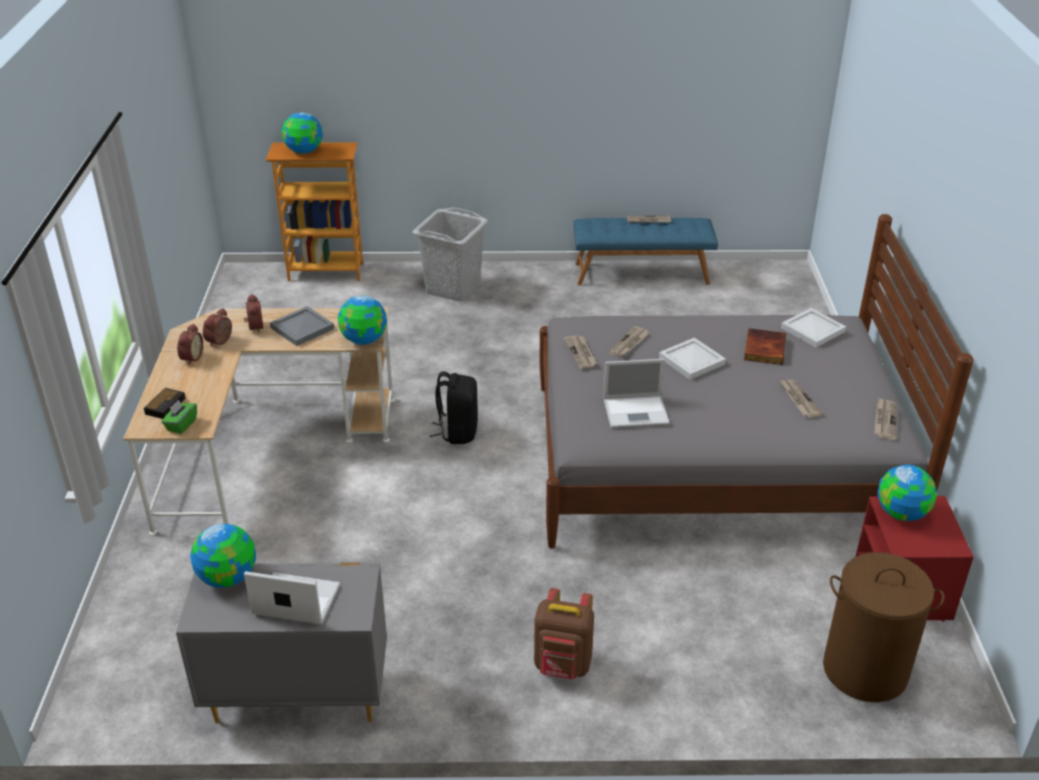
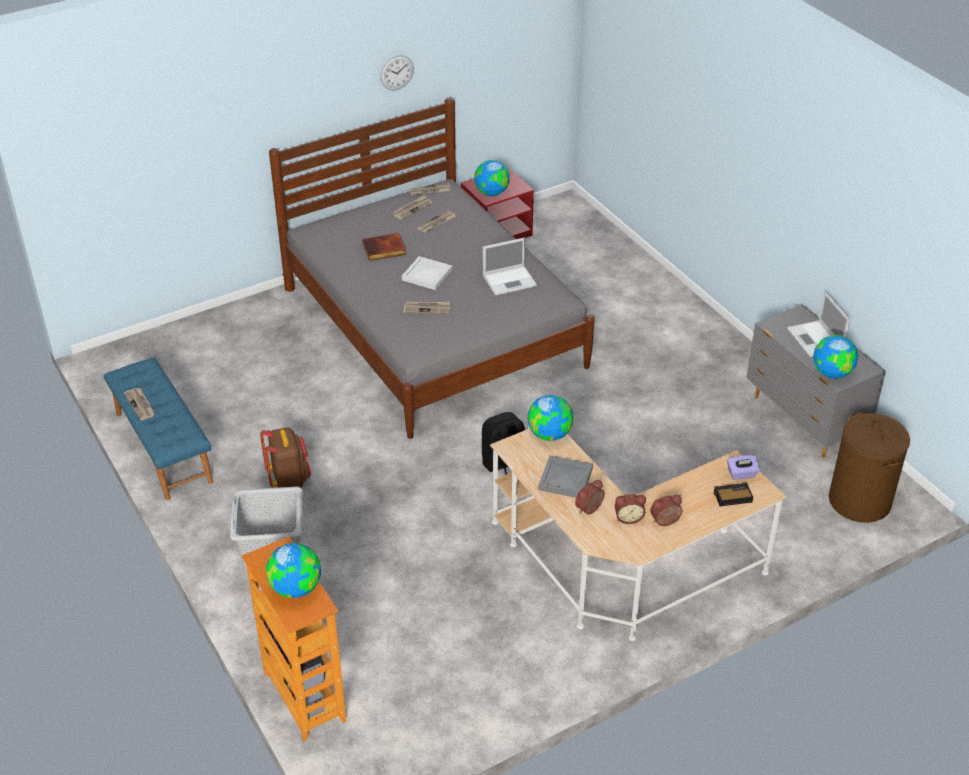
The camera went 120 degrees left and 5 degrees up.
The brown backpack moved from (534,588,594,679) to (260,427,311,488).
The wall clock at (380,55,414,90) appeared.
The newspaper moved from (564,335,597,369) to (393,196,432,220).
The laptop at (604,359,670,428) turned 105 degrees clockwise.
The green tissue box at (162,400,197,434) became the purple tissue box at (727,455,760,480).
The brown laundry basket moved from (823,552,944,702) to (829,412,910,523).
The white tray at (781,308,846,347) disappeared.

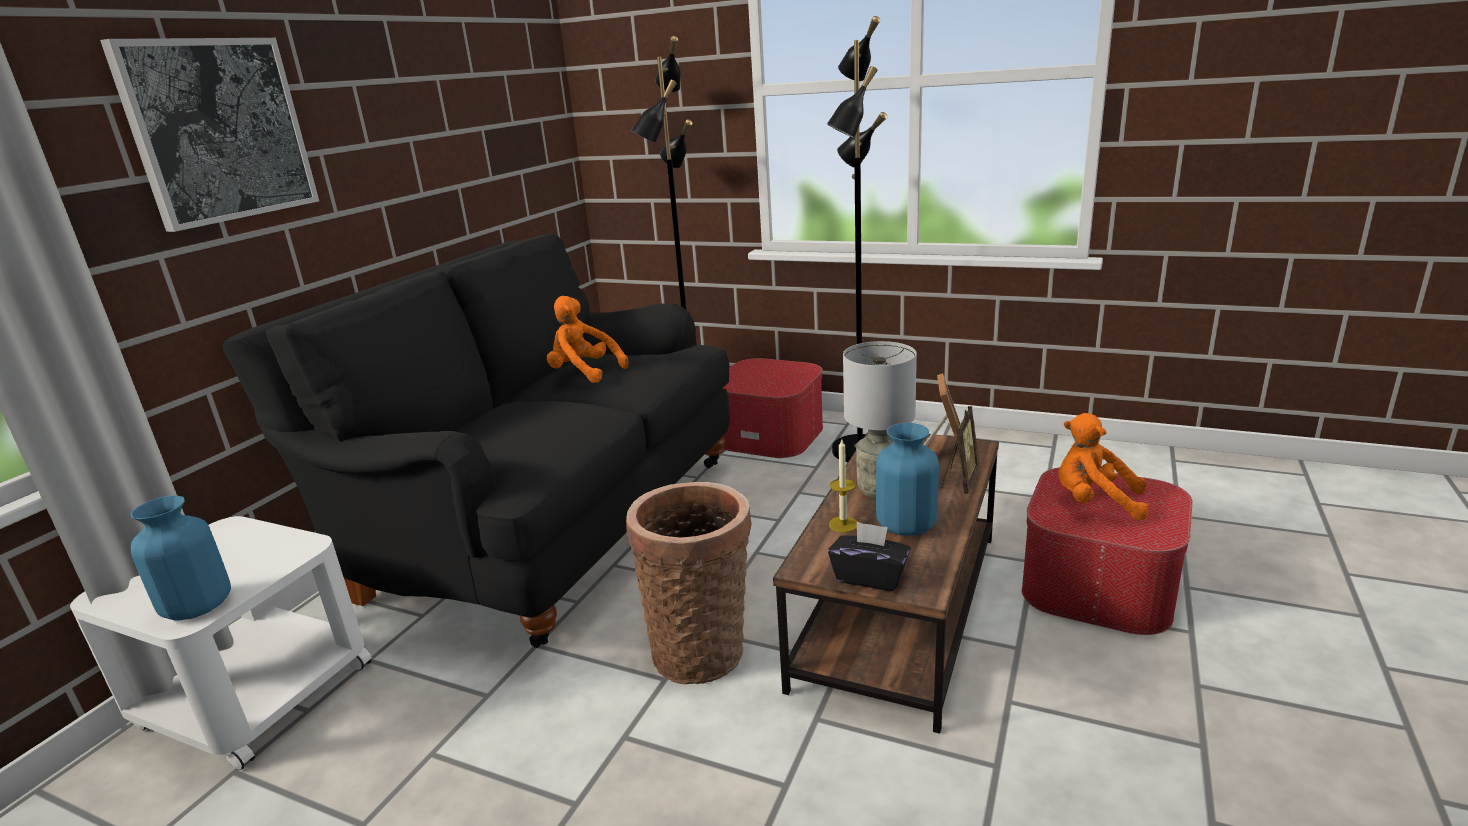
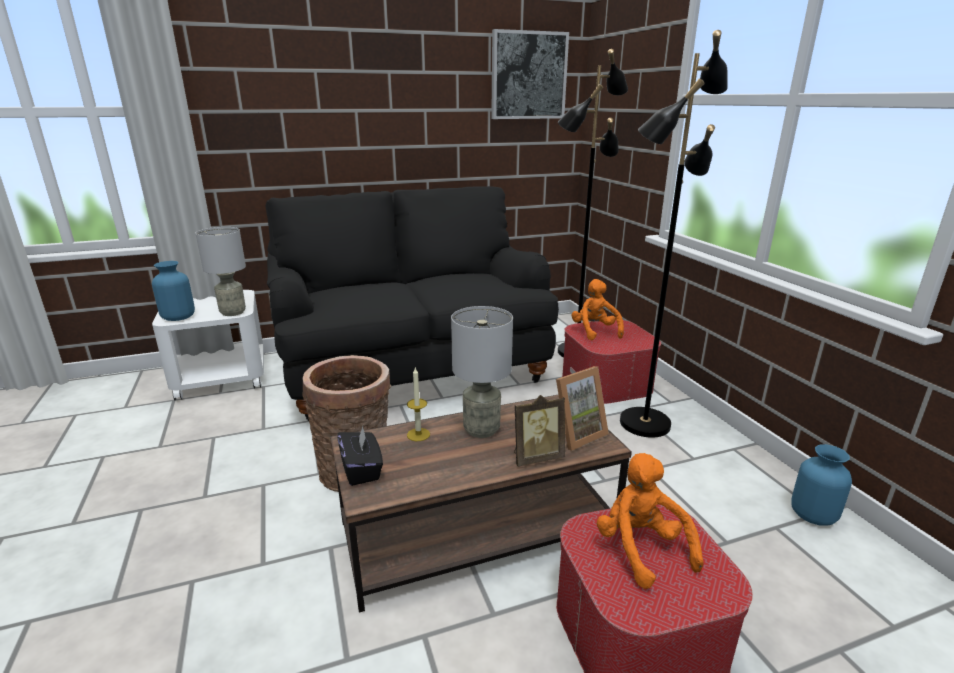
The camera went 45 degrees right and 0 degrees up.
The grey table lamp at (195,227,246,316) appeared.
The picture moved from (100,38,319,232) to (491,29,569,119).
The orange plush toy moved from (547,296,628,383) to (571,279,624,341).
The blue vase moved from (876,423,939,536) to (791,444,852,526).

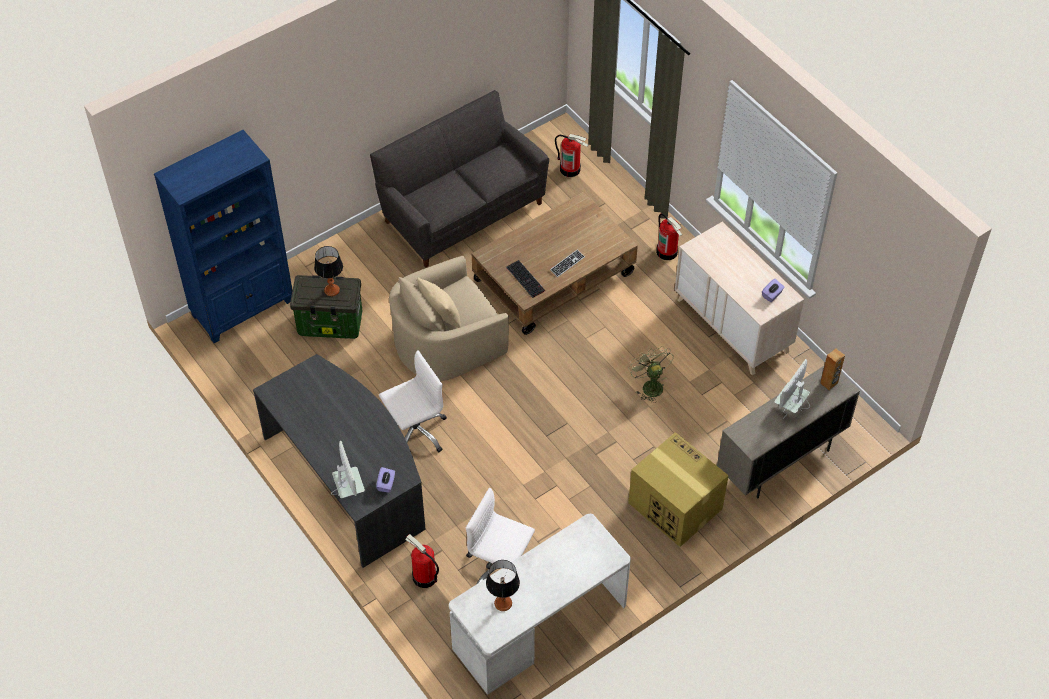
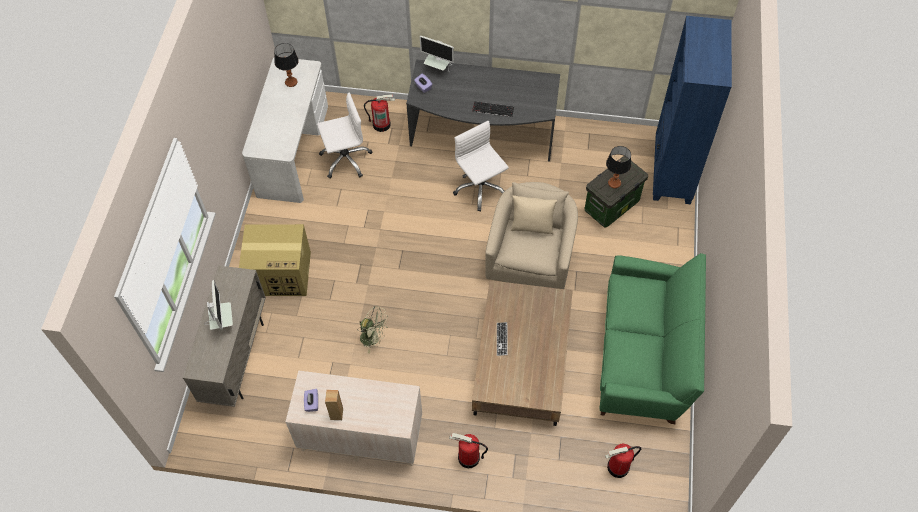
The camera went 135 degrees right and 5 degrees up.
The brown speaker moved from (820,348,845,390) to (325,390,343,420).
The white office chair at (379,350,447,453) turned 135 degrees clockwise.
The keyboard moved from (506,260,545,298) to (472,101,514,117).
The grey sofa at (370,90,549,267) became the green sofa at (600,253,706,424).

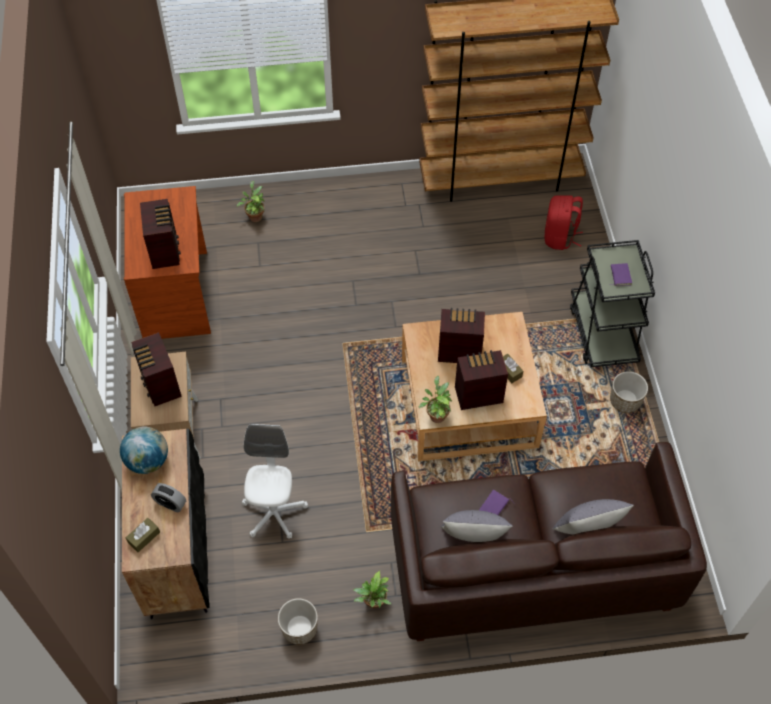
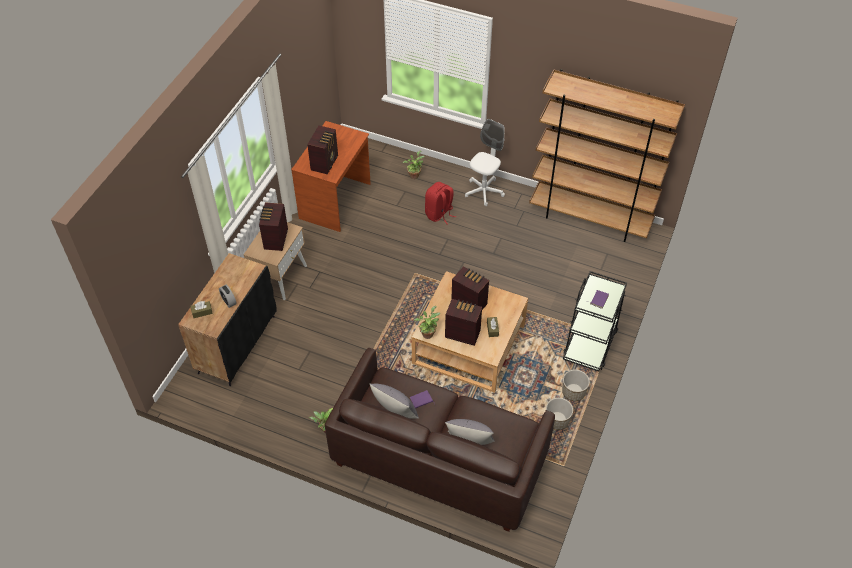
The camera went 30 degrees right and 5 degrees down.
The red backpack moved from (544,196,583,250) to (425,182,456,225).
The white office chair moved from (242,424,308,538) to (465,119,505,207).
The planter moved from (278,598,318,645) to (546,398,573,430).
The globe at (120,427,168,474) disappeared.

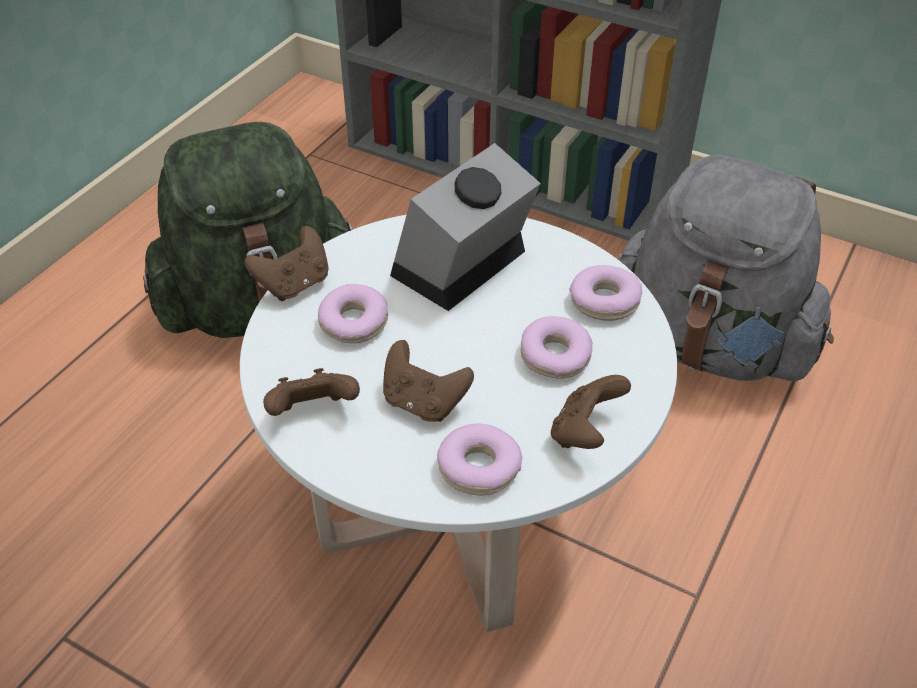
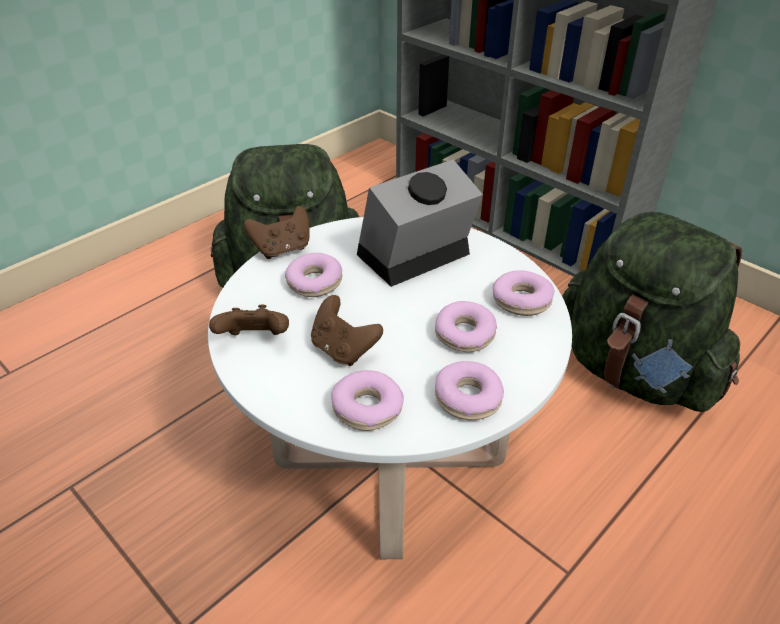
The camera went 15 degrees right and 5 degrees down.
The brown game controller at (551,375,631,449) was replaced by the donut at (435,361,504,420).
The grey backpack at (618,155,834,381) became the green backpack at (562,212,742,412).

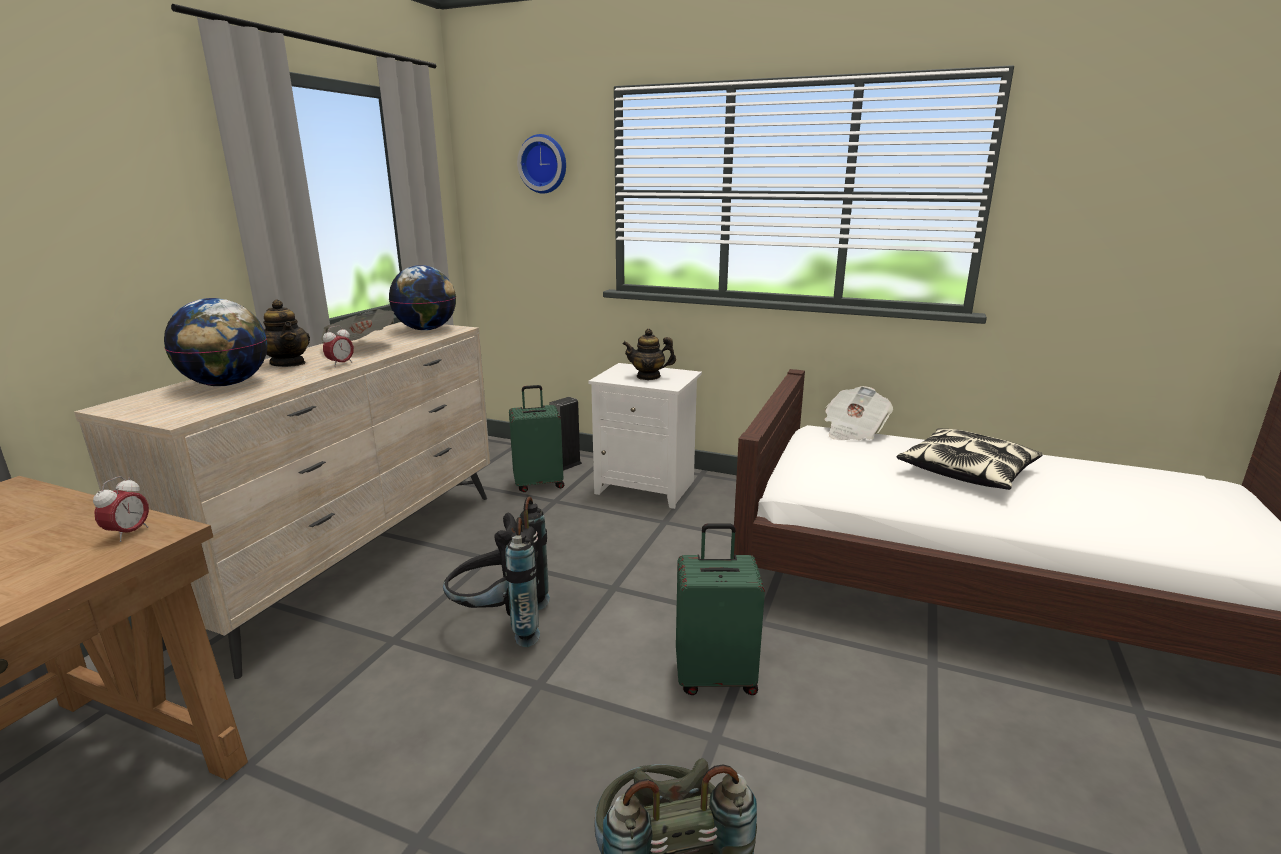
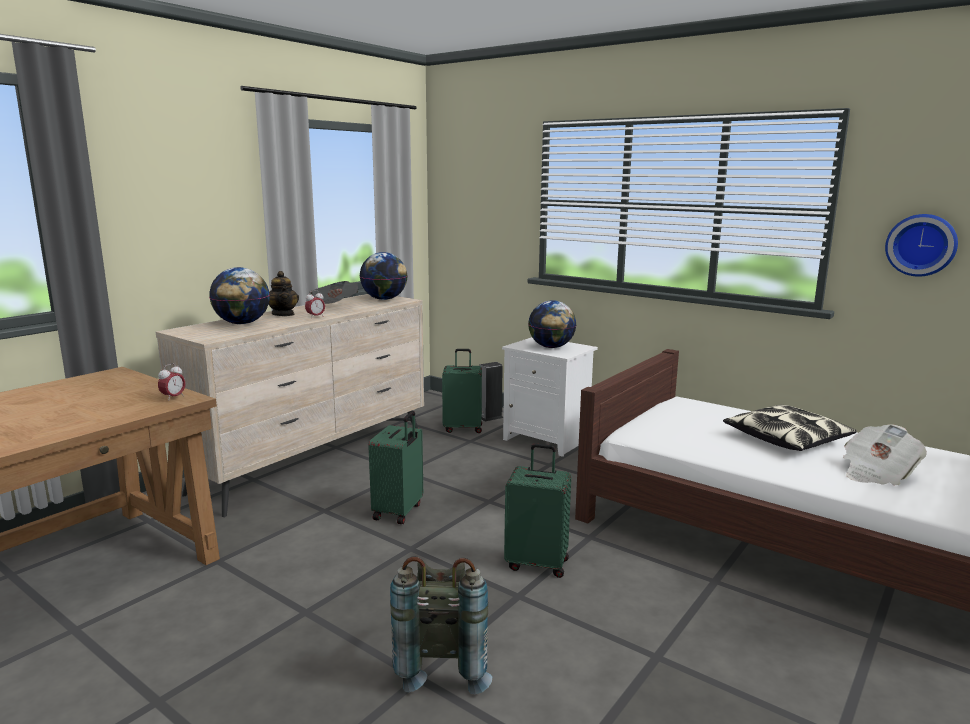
The camera went 15 degrees right and 5 degrees down.
The black backpack at (443,496,550,647) was replaced by the green suitcase at (368,411,423,524).
The teapot at (623,329,676,380) was replaced by the globe at (528,300,576,348).
The newspaper moved from (825,386,893,440) to (843,424,927,485).
The wall clock moved from (517,134,566,193) to (885,214,958,277).

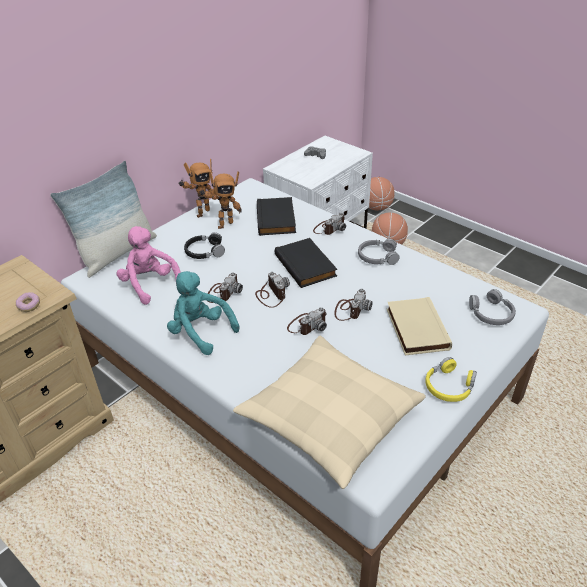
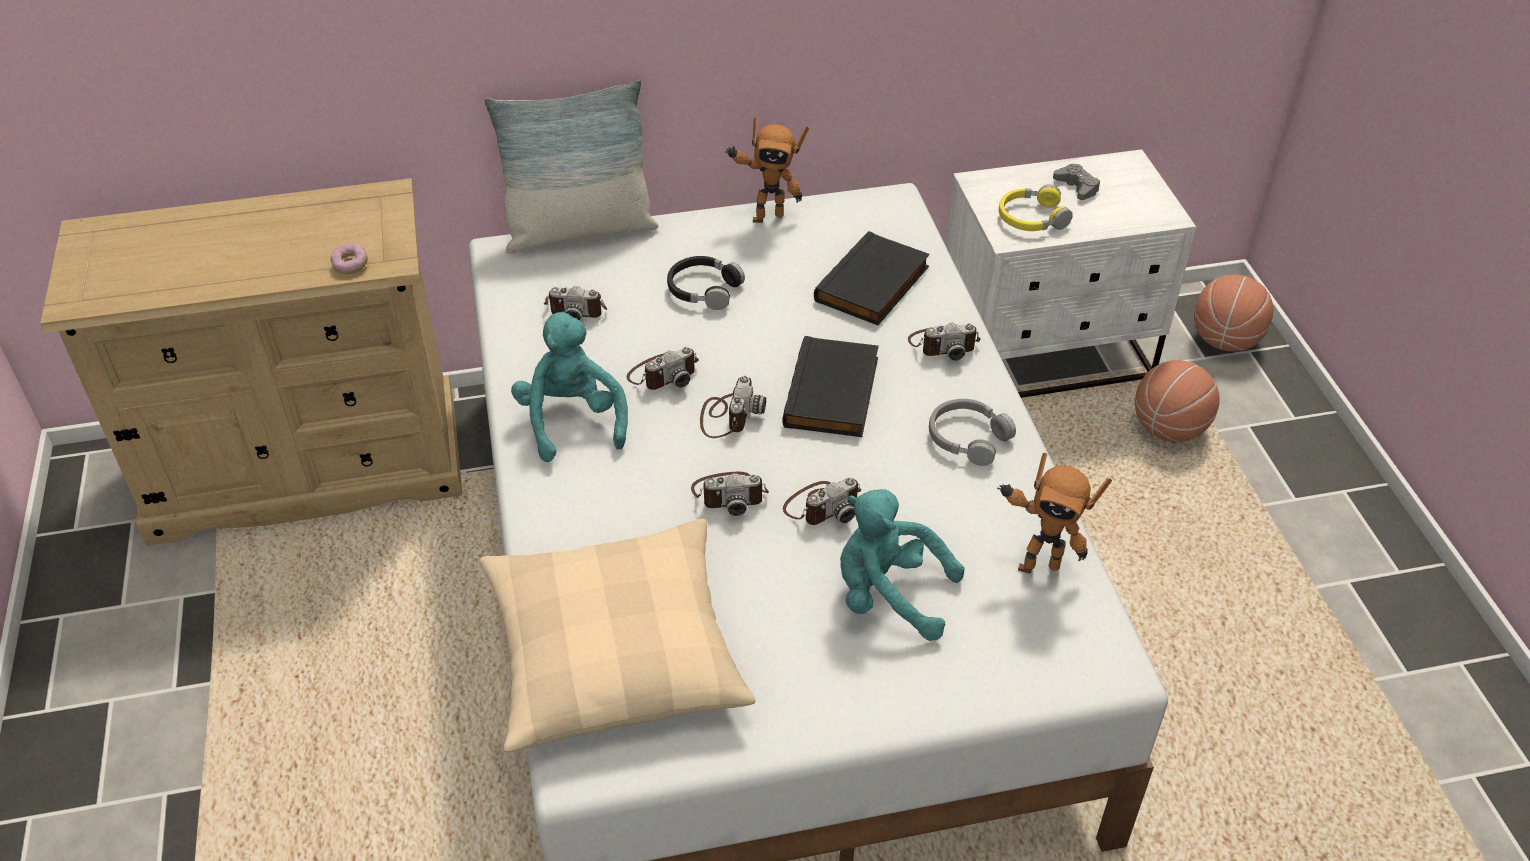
The camera went 35 degrees right and 5 degrees up.
The pink plush toy at (117,226,181,305) was replaced by the photo camera at (544,286,607,321).
The beige book at (387,297,452,355) was replaced by the turquoise plush toy at (840,489,964,641).
The toy robot moved from (199,171,242,229) to (997,453,1112,573).
The yellow headphones moved from (425,357,477,402) to (999,185,1073,231).
The grey headphones at (469,289,516,325) disappeared.

